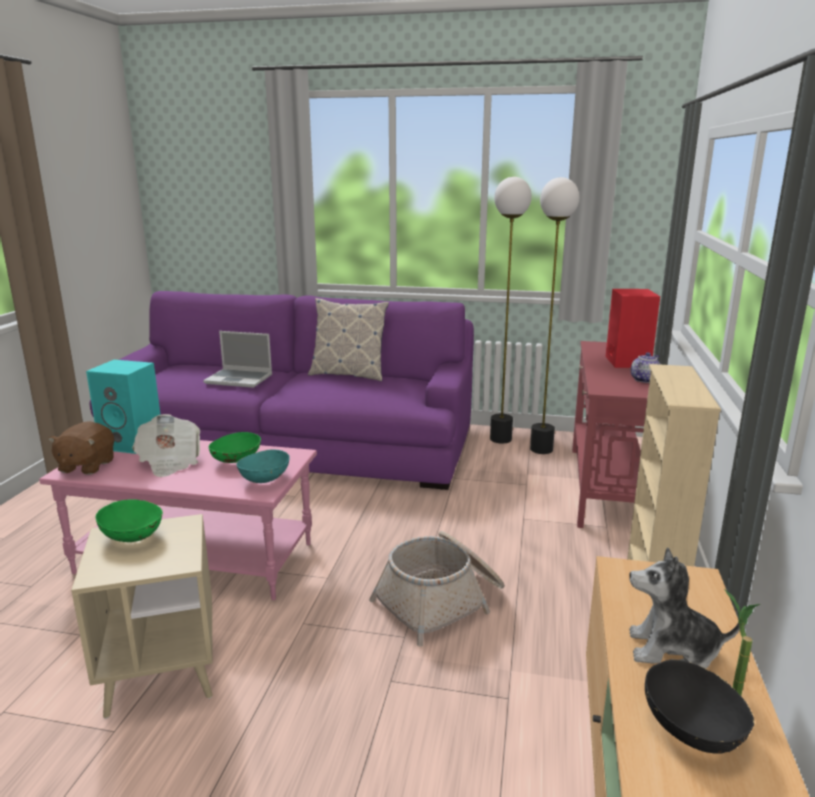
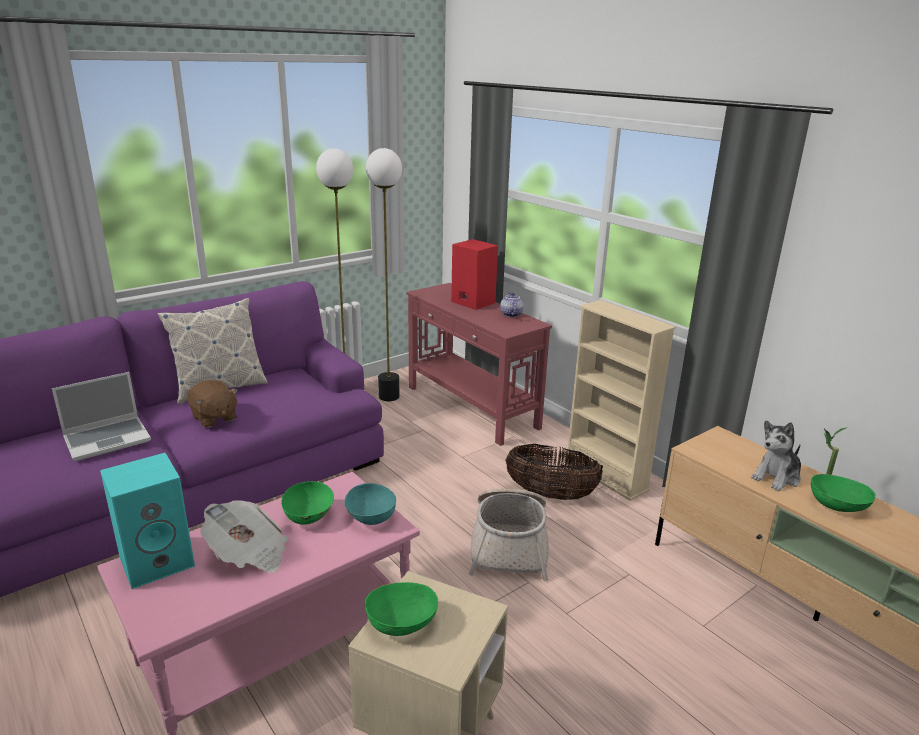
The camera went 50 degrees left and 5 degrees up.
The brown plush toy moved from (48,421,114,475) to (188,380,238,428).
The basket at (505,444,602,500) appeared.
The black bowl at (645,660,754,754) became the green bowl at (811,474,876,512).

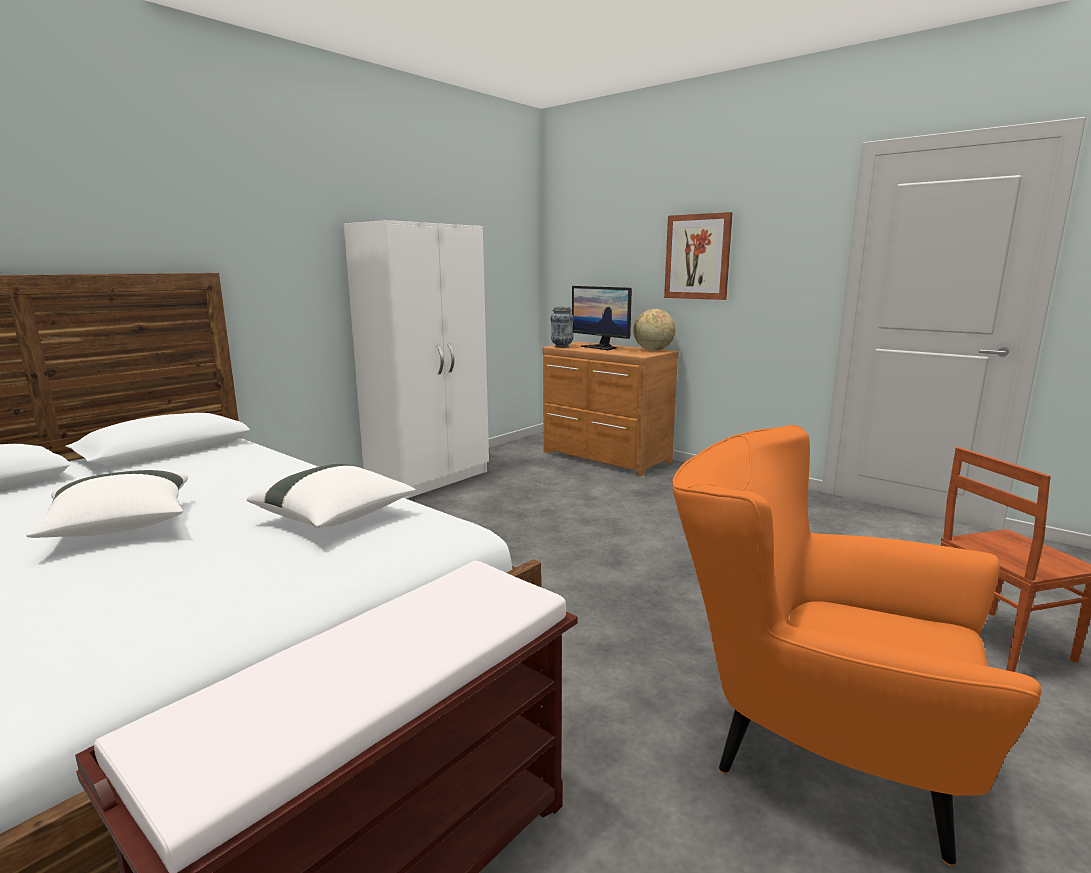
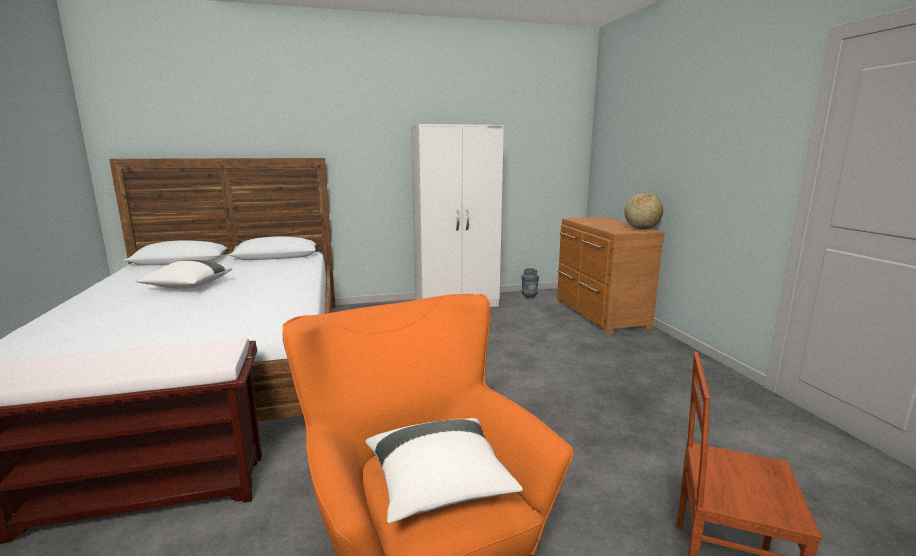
The camera went 35 degrees right and 0 degrees up.
The white pillow moved from (246,463,416,528) to (365,418,523,523).
The vase moved from (550,307,574,348) to (522,268,539,299).
The monitor at (572,286,632,350) disappeared.
The picture at (664,212,733,300) disappeared.

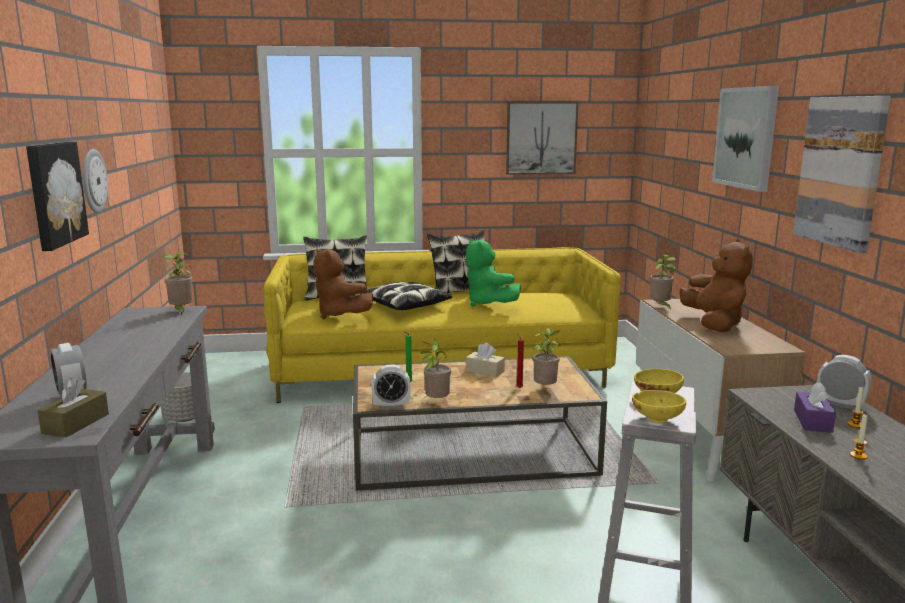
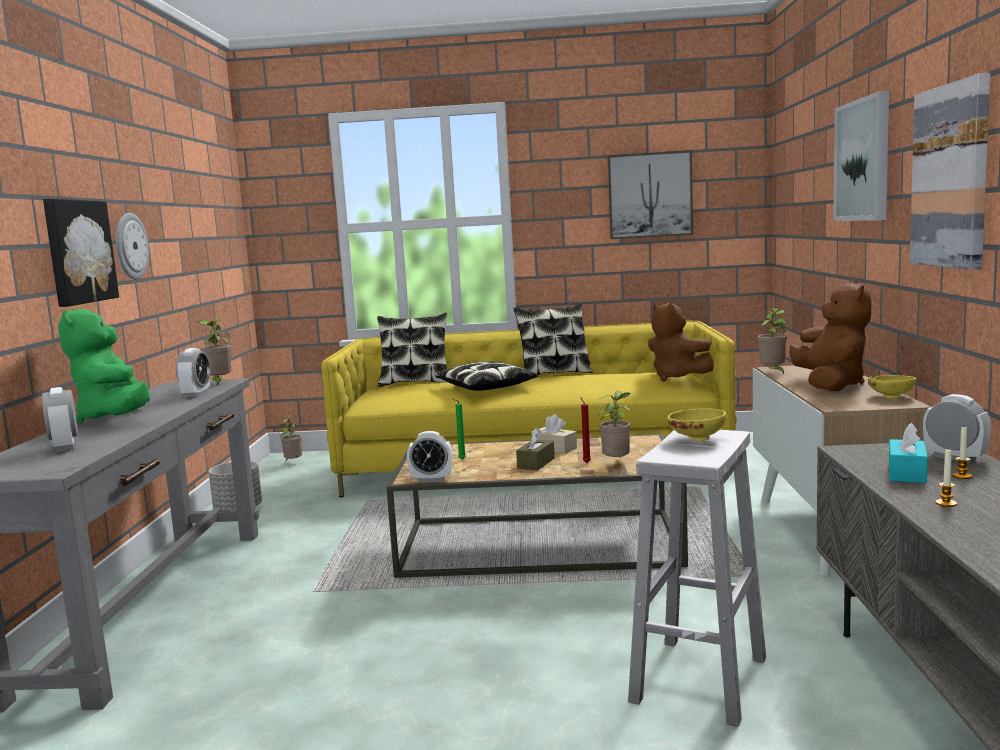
The camera went 10 degrees right and 5 degrees down.
The green plush toy moved from (466,239,521,307) to (58,309,150,423).
The alarm clock at (176,348,211,398) appeared.
The potted plant moved from (421,339,451,398) to (280,416,302,461).
The brown tissue box moved from (37,378,109,437) to (516,428,555,470).
The brown plush toy moved from (313,249,373,319) to (648,303,714,382).
The yellow bowl moved from (632,390,686,423) to (868,375,916,398).
The purple tissue box at (794,382,836,433) became the turquoise tissue box at (889,423,928,483).

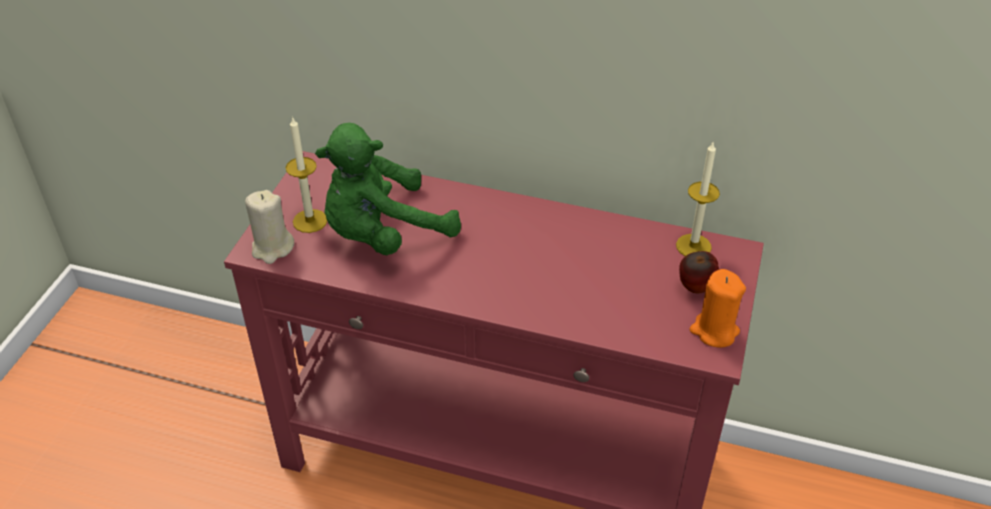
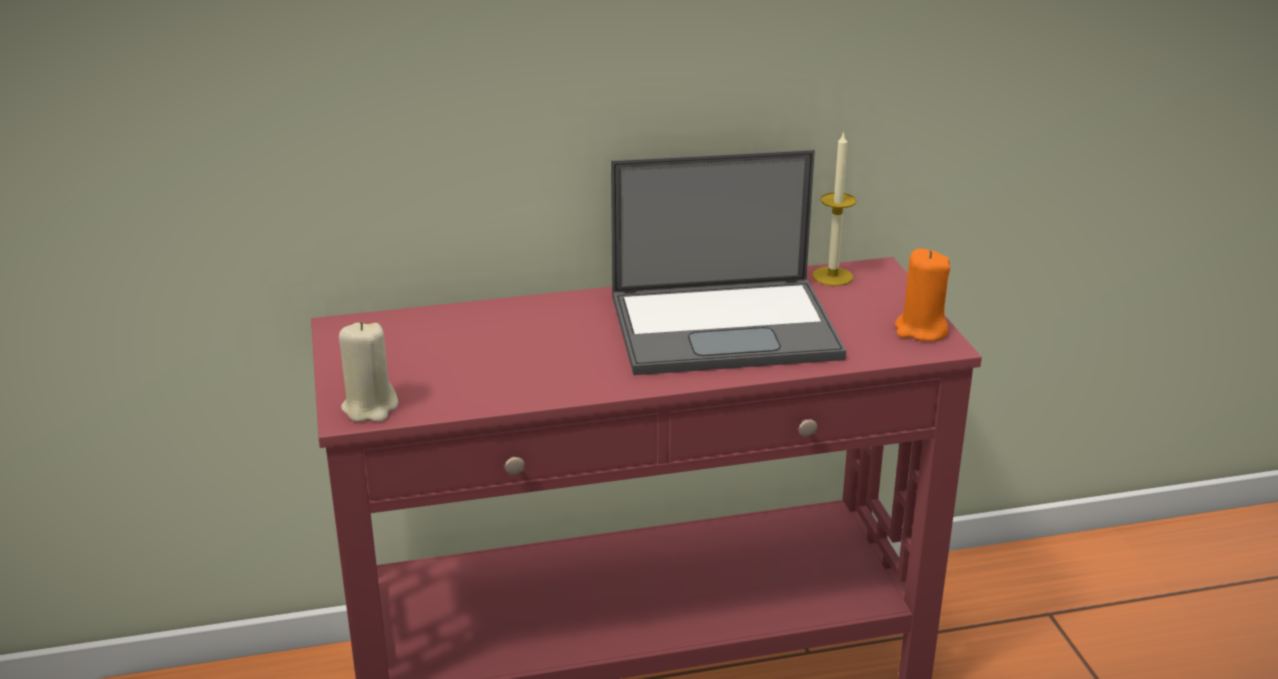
The camera went 30 degrees left and 15 degrees down.
The laptop at (611,149,846,375) appeared.
The candle at (285,116,327,233) disappeared.
The green plush toy at (315,123,461,255) disappeared.
The apple at (679,251,720,293) disappeared.

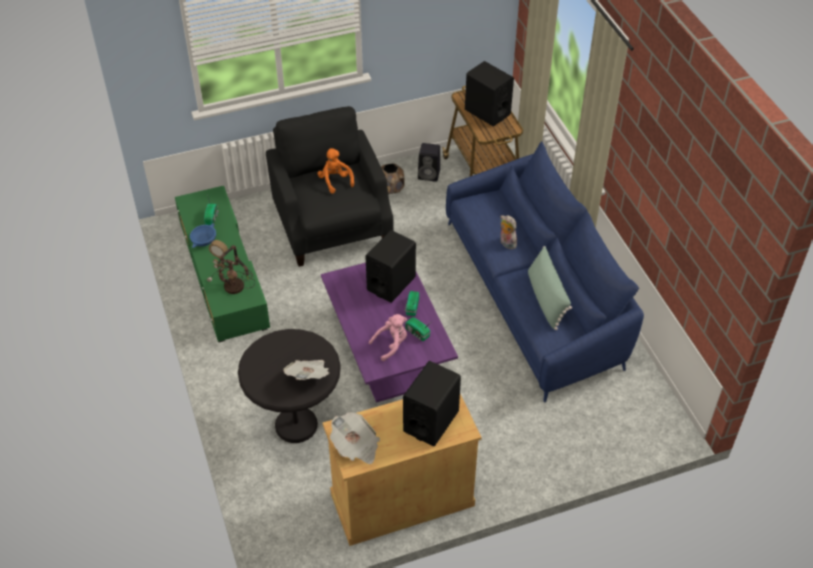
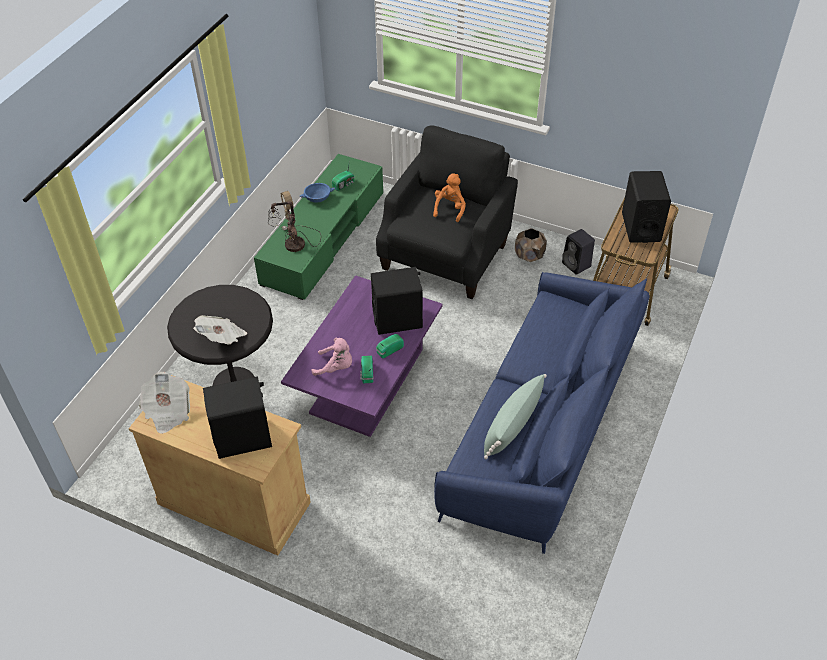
The camera went 45 degrees right and 0 degrees up.
The plush toy at (500,215,517,249) disappeared.

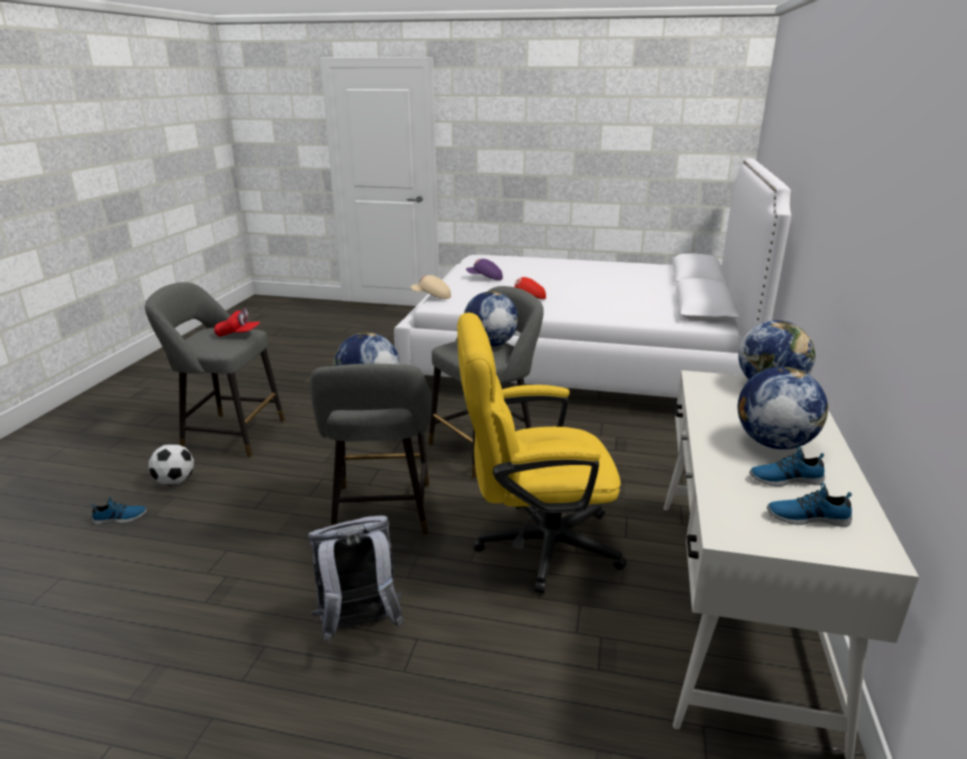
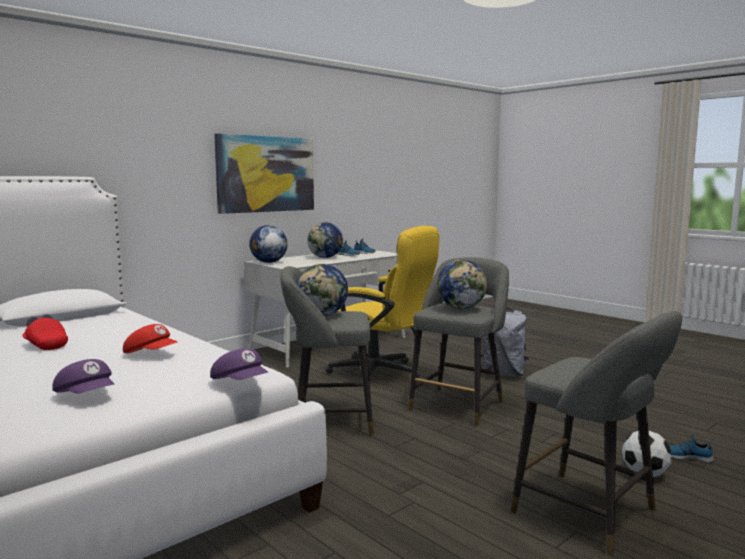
The camera went 145 degrees left and 15 degrees down.
The red cap moved from (214,308,260,337) to (22,314,68,350).
The beige cap at (411,275,451,299) became the purple cap at (210,348,268,380).
The picture at (214,133,314,214) appeared.

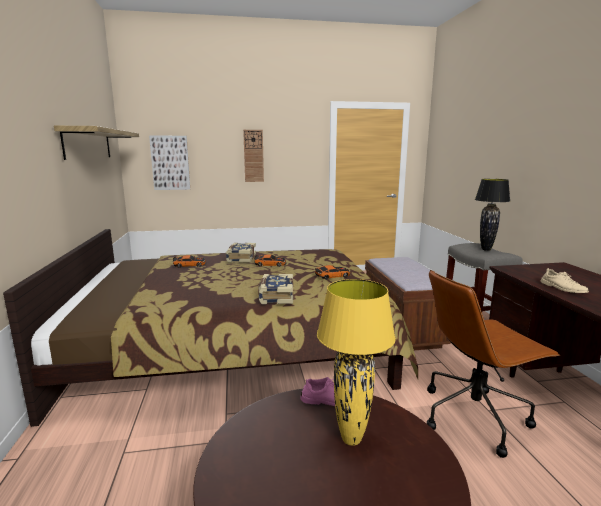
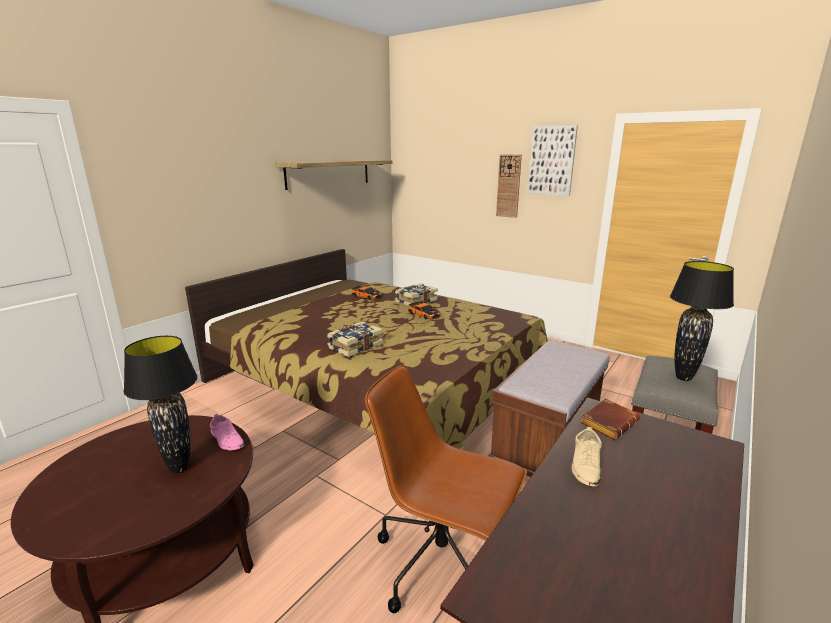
The camera went 45 degrees right and 5 degrees up.
The yellow table lamp at (317,279,396,446) became the black table lamp at (124,336,197,474).
The picture moved from (149,135,190,190) to (528,125,578,196).
The brown book at (580,399,640,440) appeared.
The toy car at (314,265,350,280) disappeared.

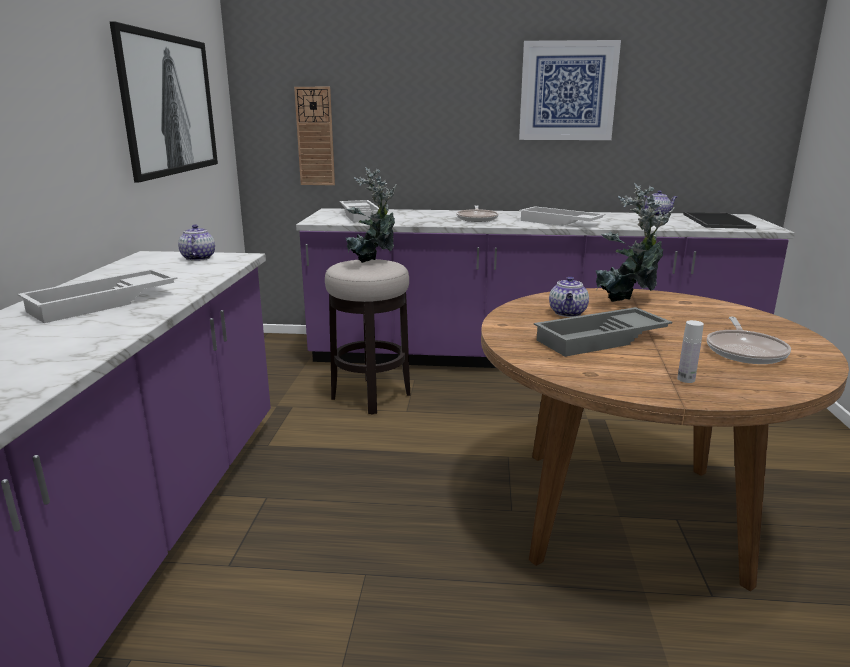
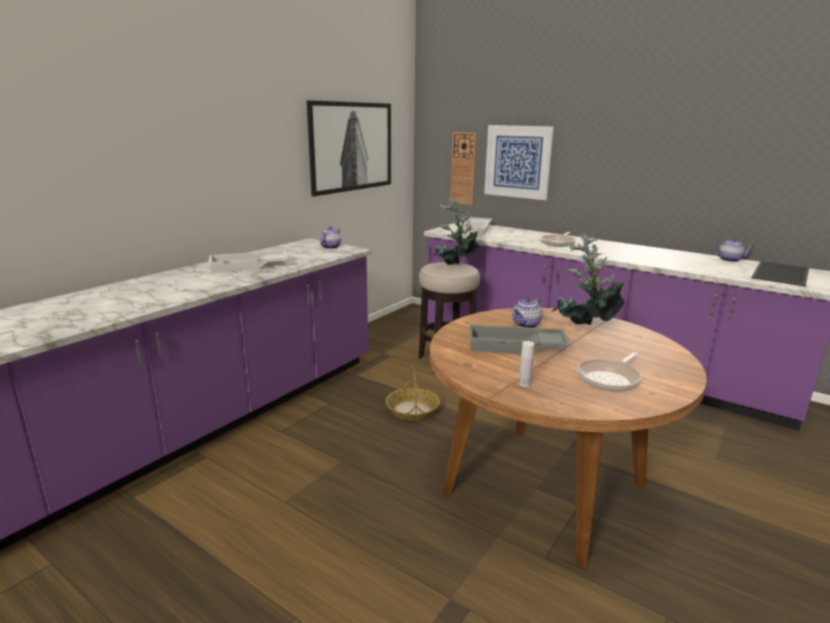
The camera went 30 degrees right and 0 degrees up.
The basket at (386,366,440,421) appeared.
The picture moved from (519,40,621,140) to (484,125,555,200).
The white tray at (519,206,605,226) disappeared.

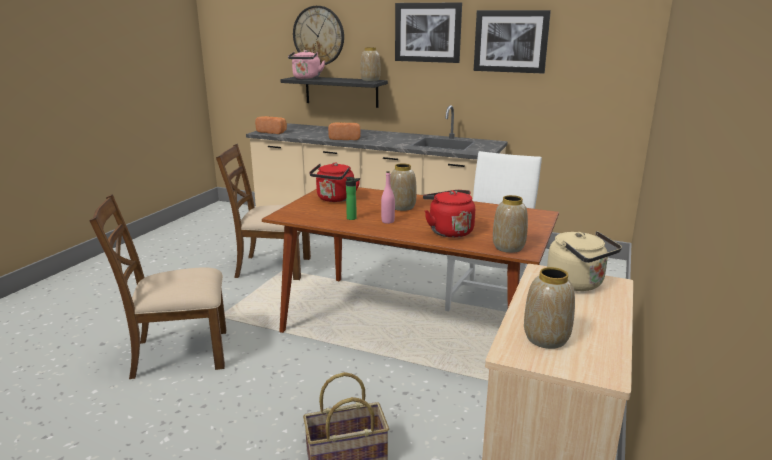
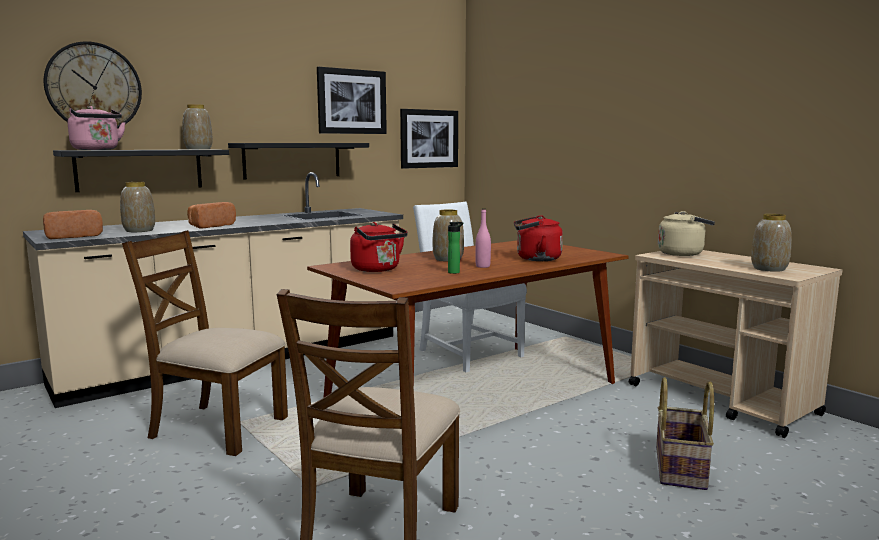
The camera went 60 degrees left and 10 degrees down.
The vase moved from (493,195,528,253) to (120,182,155,232).
The brown chair at (216,144,311,280) turned 75 degrees clockwise.
The black shelf at (228,143,369,180) appeared.
The picture moved from (395,3,462,63) to (400,109,458,169).

